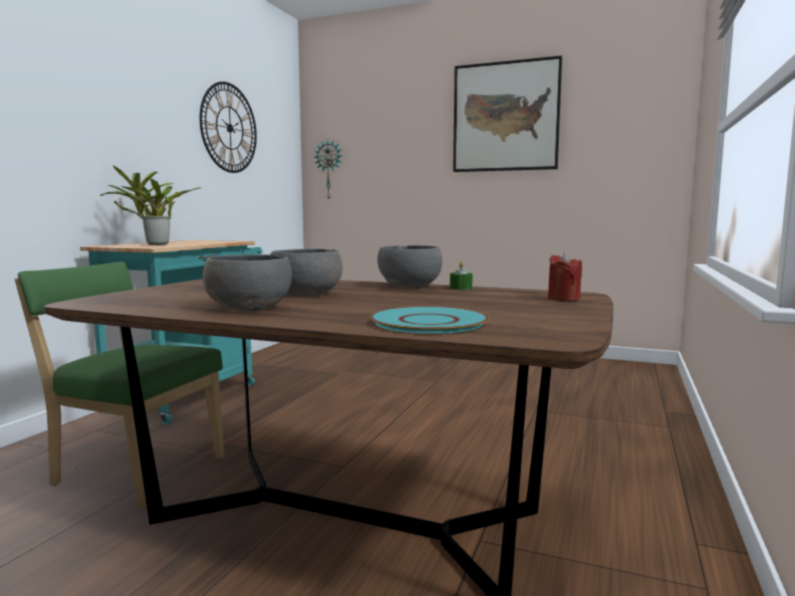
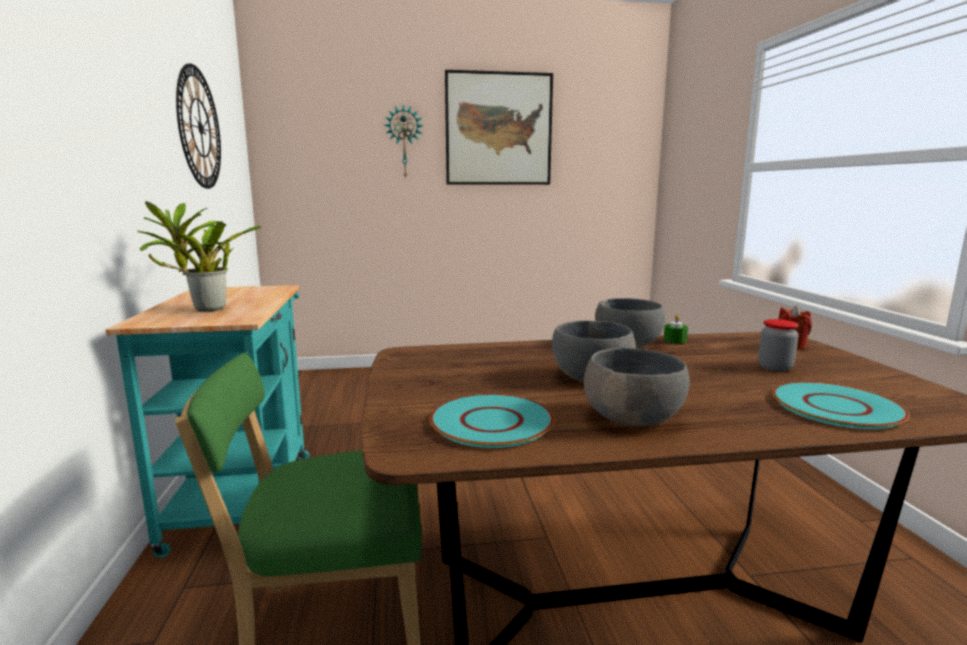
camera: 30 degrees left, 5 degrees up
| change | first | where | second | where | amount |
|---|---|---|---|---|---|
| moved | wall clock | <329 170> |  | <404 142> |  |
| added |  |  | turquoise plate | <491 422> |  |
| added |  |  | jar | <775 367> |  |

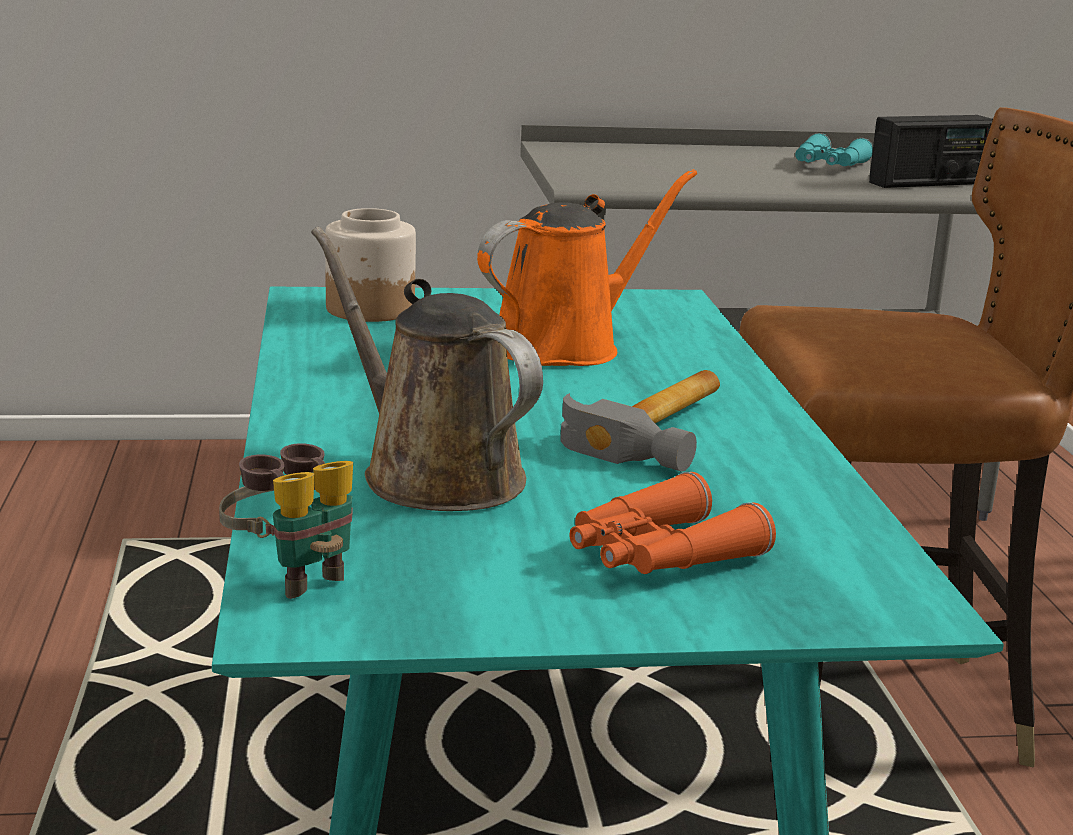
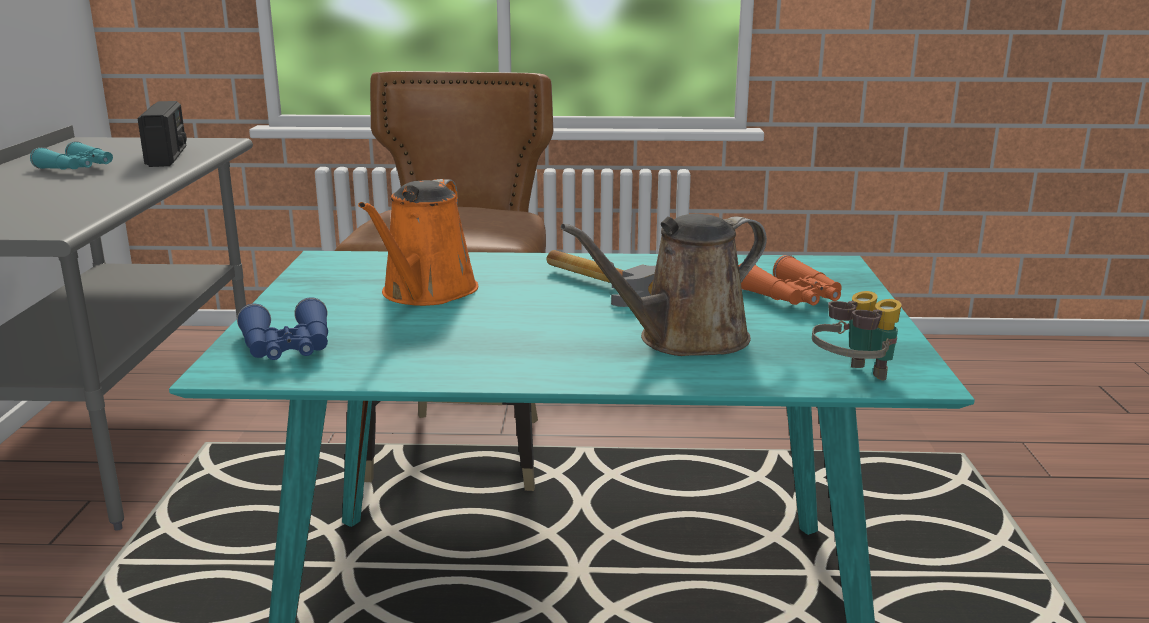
camera: 80 degrees left, 0 degrees up
| change | first | where | second | where | amount |
|---|---|---|---|---|---|
| replaced | jar | <369 309> | blue binoculars | <288 348> |  |
| turned | orange watering can | <565 345> |  | <426 293> | 135 degrees counterclockwise |

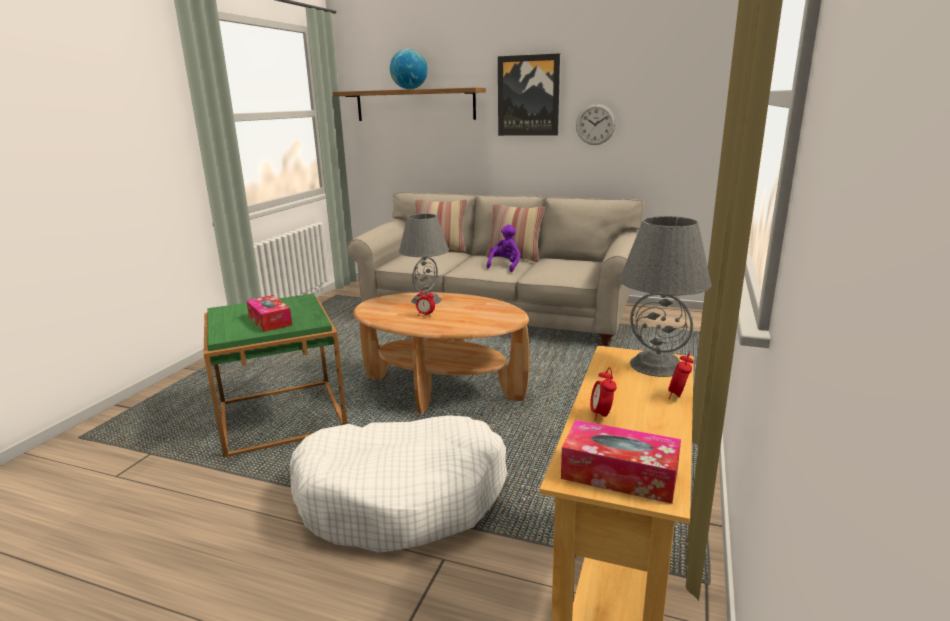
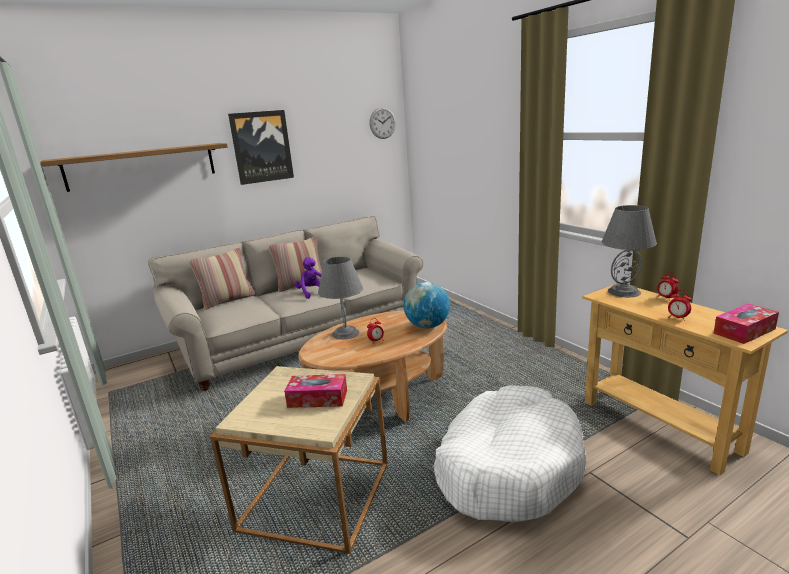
camera: 50 degrees left, 0 degrees up
| change | first | where | second | where | amount |
|---|---|---|---|---|---|
| recoloured | green side table | <281 416> | beige side table | <316 496> |  |
| moved | globe | <409 89> |  | <427 326> |  |
| moved | wall clock | <595 124> |  | <382 123> |  |

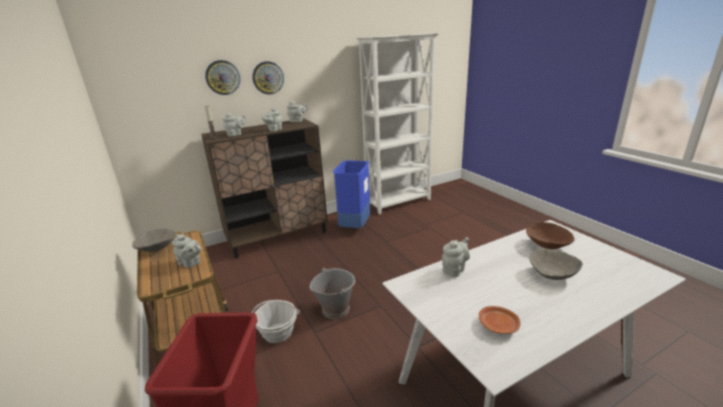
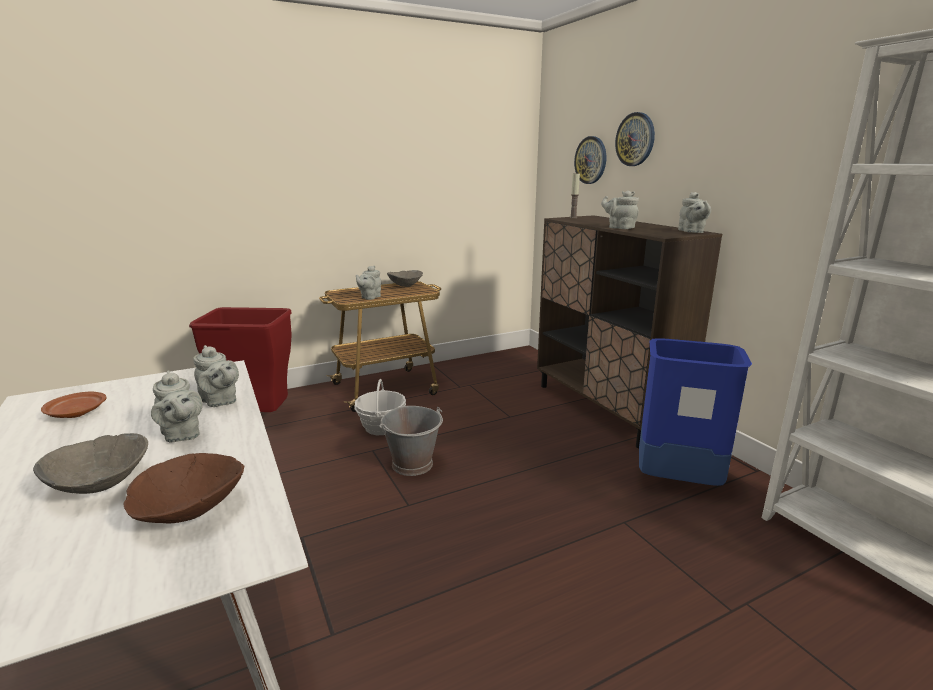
camera: 90 degrees right, 5 degrees down
| change | first | where | second | where | amount |
|---|---|---|---|---|---|
| moved | grey teapot | <236 135> |  | <181 435> |  |
| moved | wall clock | <268 78> |  | <591 160> |  |

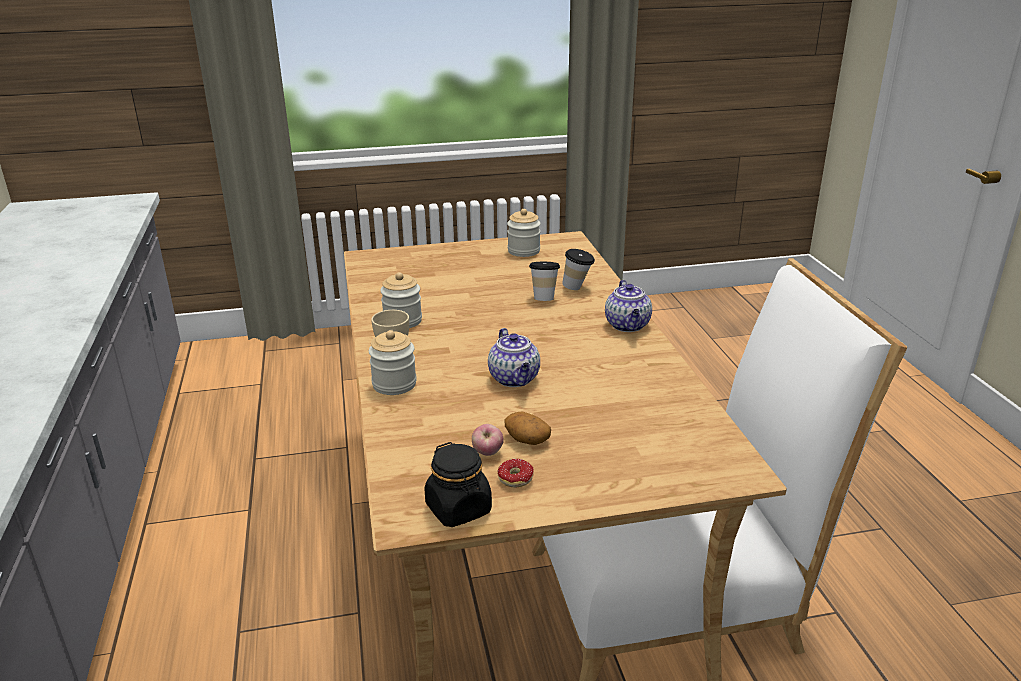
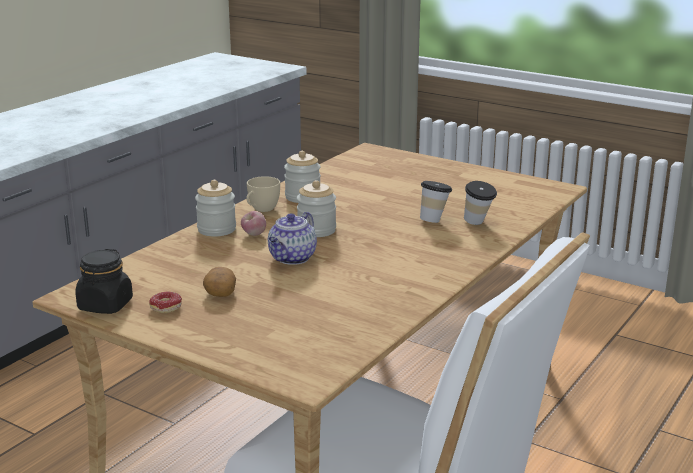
camera: 45 degrees right, 5 degrees down
| change | first | where | second | where | amount |
|---|---|---|---|---|---|
| moved | apple | <487 453> |  | <254 235> |  |
| moved | jar | <523 251> |  | <316 230> |  |
| removed | teapot | <628 326> |  |  |  |

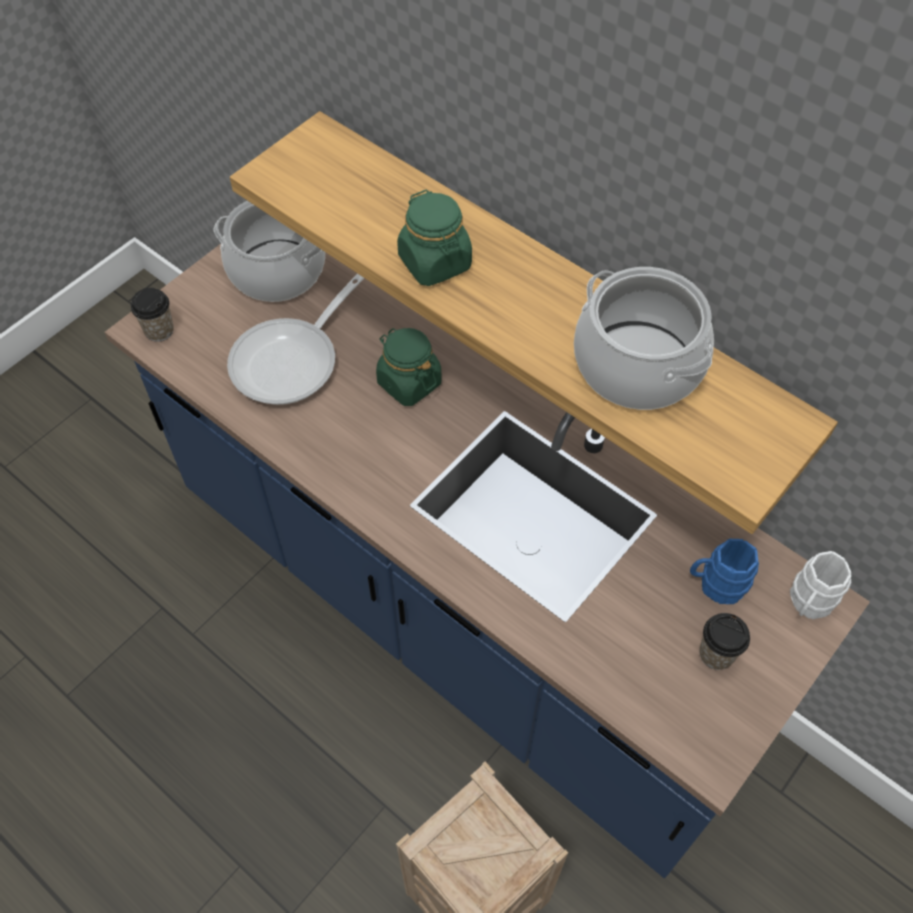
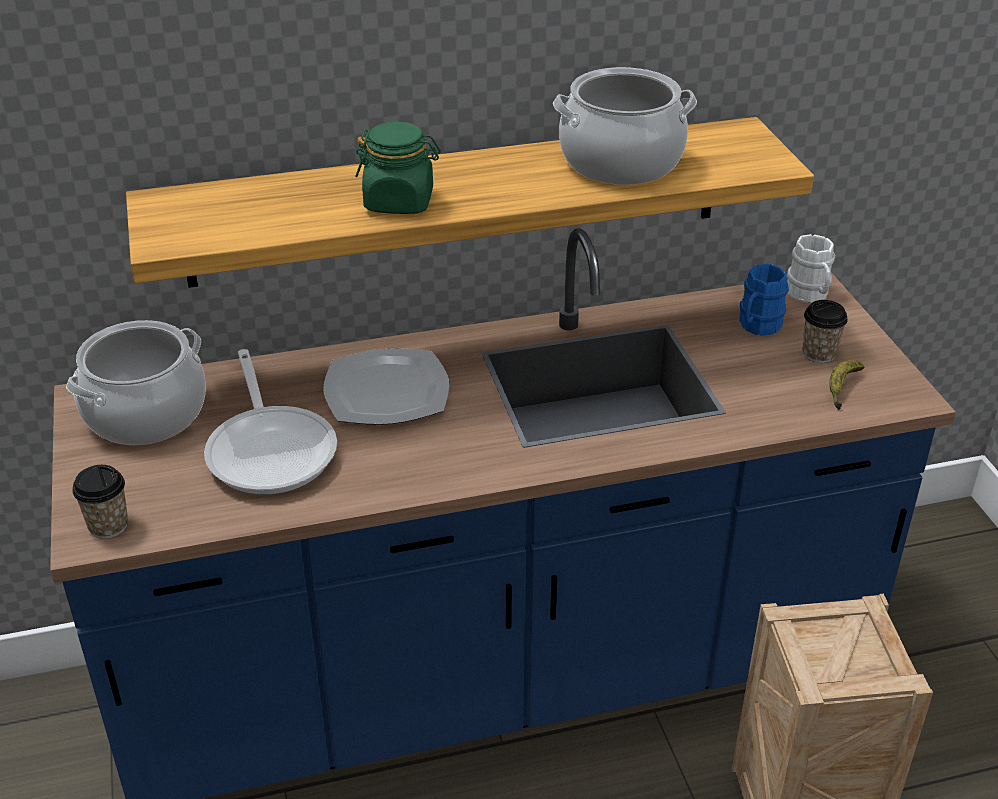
camera: 55 degrees left, 20 degrees down
| change | first | where | second | where | amount |
|---|---|---|---|---|---|
| replaced | green jar | <409 382> | plate | <387 390> |  |
| added |  |  | banana | <842 388> |  |

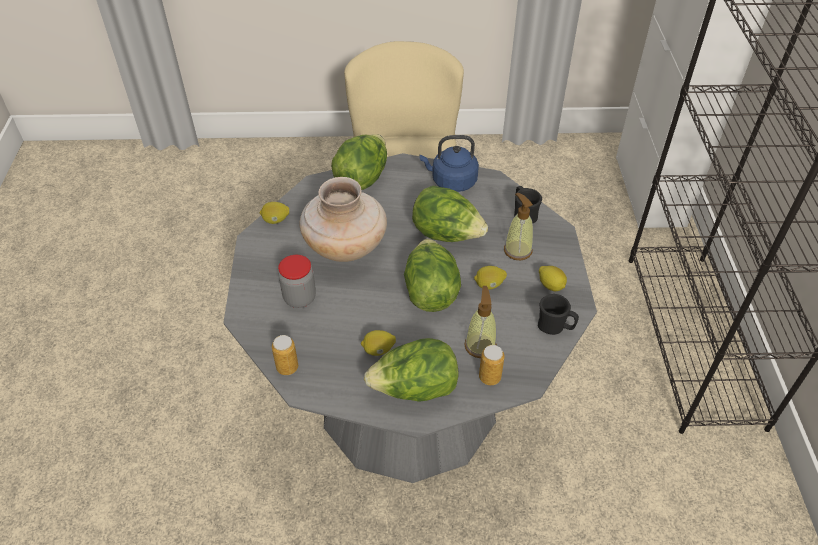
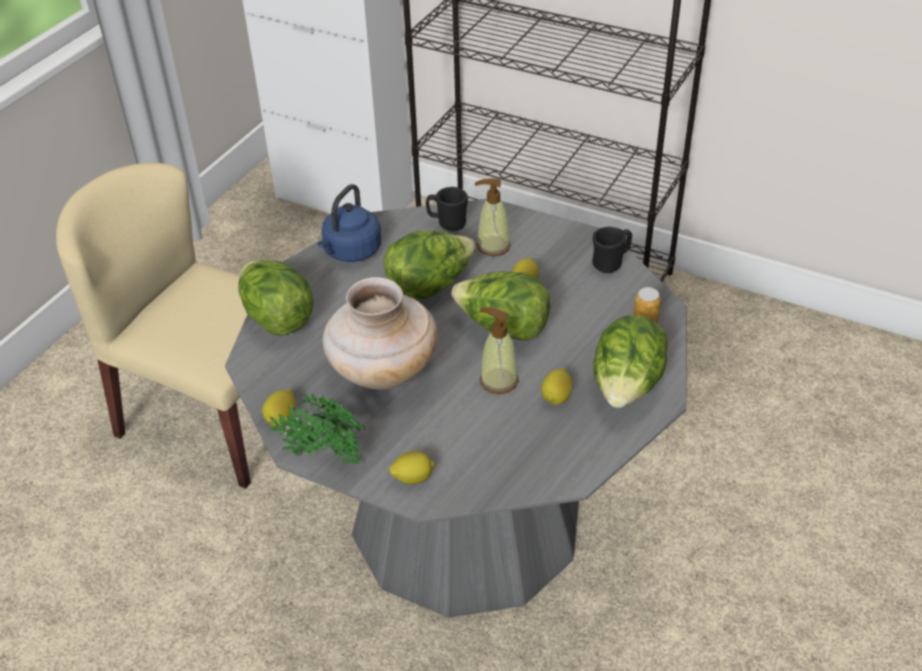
camera: 60 degrees left, 5 degrees down
| change | first | where | second | where | amount |
|---|---|---|---|---|---|
| removed | can | <287 367> |  |  |  |
| removed | jar | <299 298> |  |  |  |
| moved | soap dispenser | <480 345> |  | <498 381> |  |
| moved | lemon | <551 285> |  | <413 478> |  |
| added |  |  | potted plant | <322 455> |  |

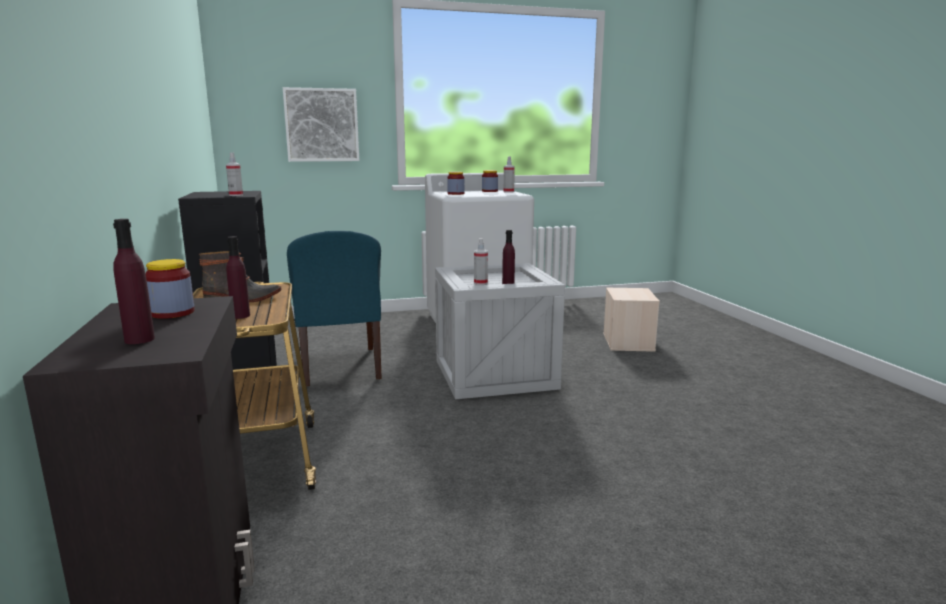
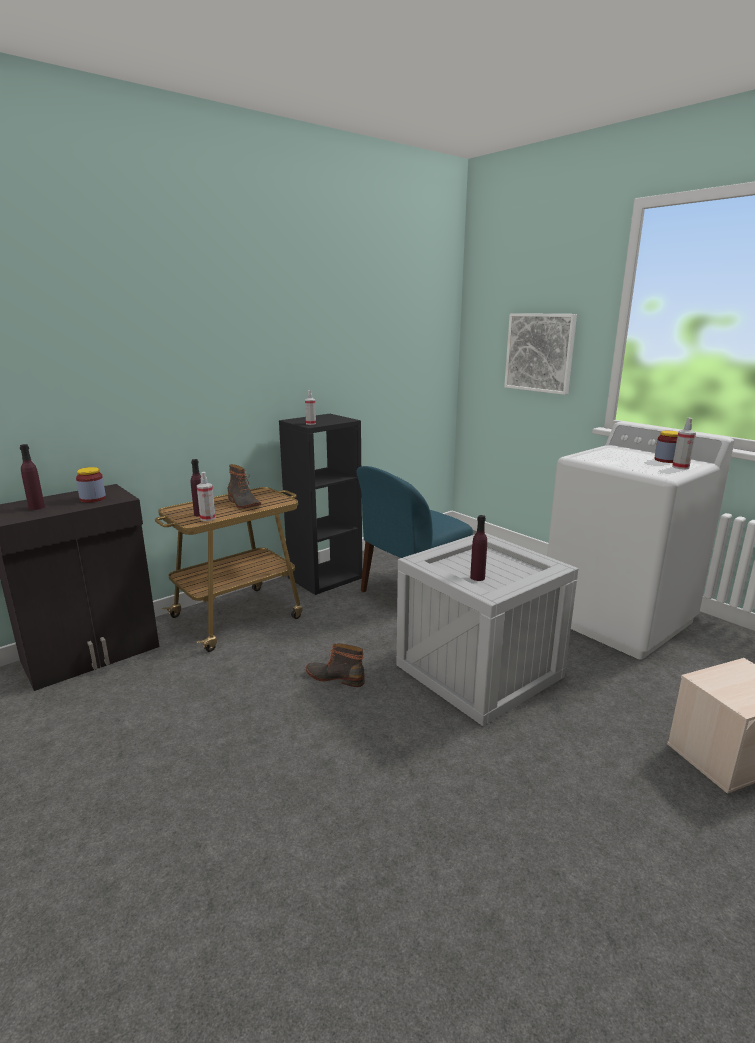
camera: 65 degrees right, 5 degrees up
| change | first | where | second | where | amount |
|---|---|---|---|---|---|
| removed | jar | <456 194> |  |  |  |
| moved | spray bottle | <480 283> |  | <208 518> |  |
| added |  |  | boot | <335 677> |  |

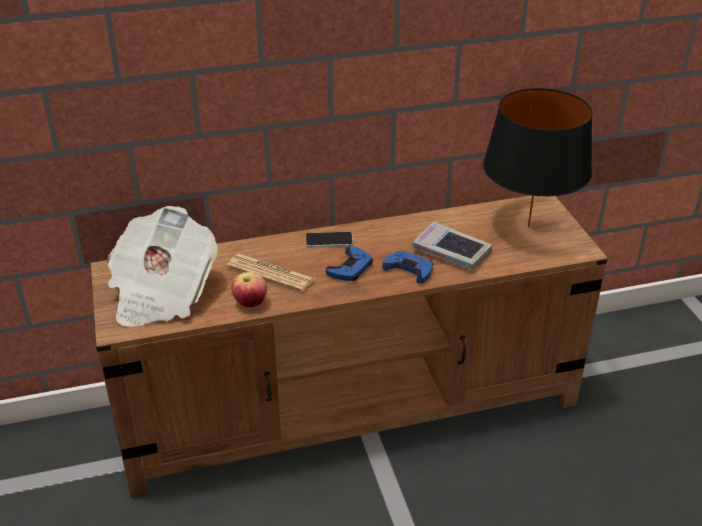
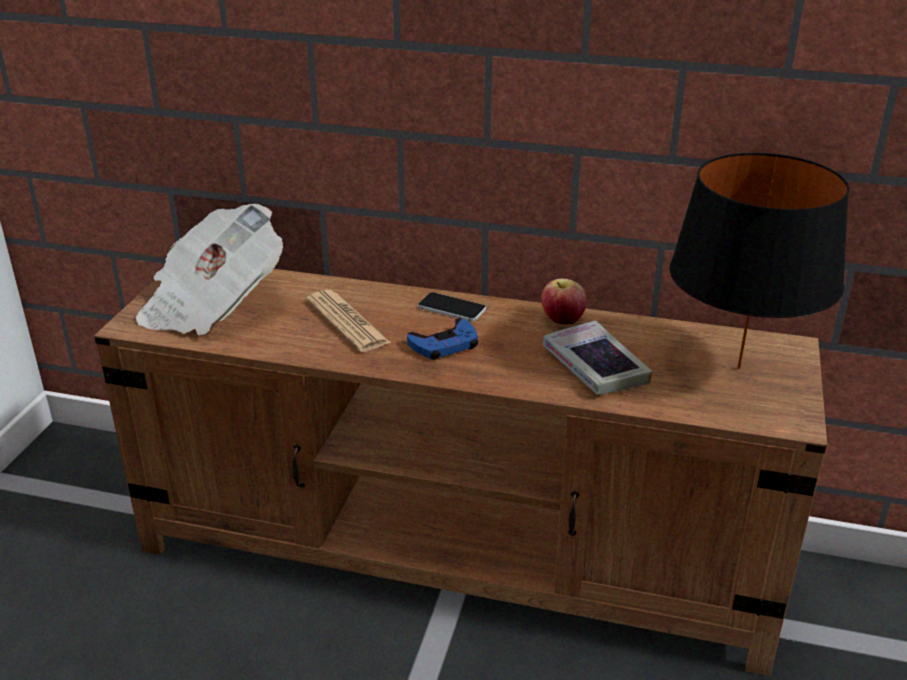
camera: 30 degrees right, 5 degrees down
| change | first | where | second | where | amount |
|---|---|---|---|---|---|
| moved | apple | <250 303> |  | <562 320> |  |
| removed | blue game controller | <409 269> |  |  |  |

